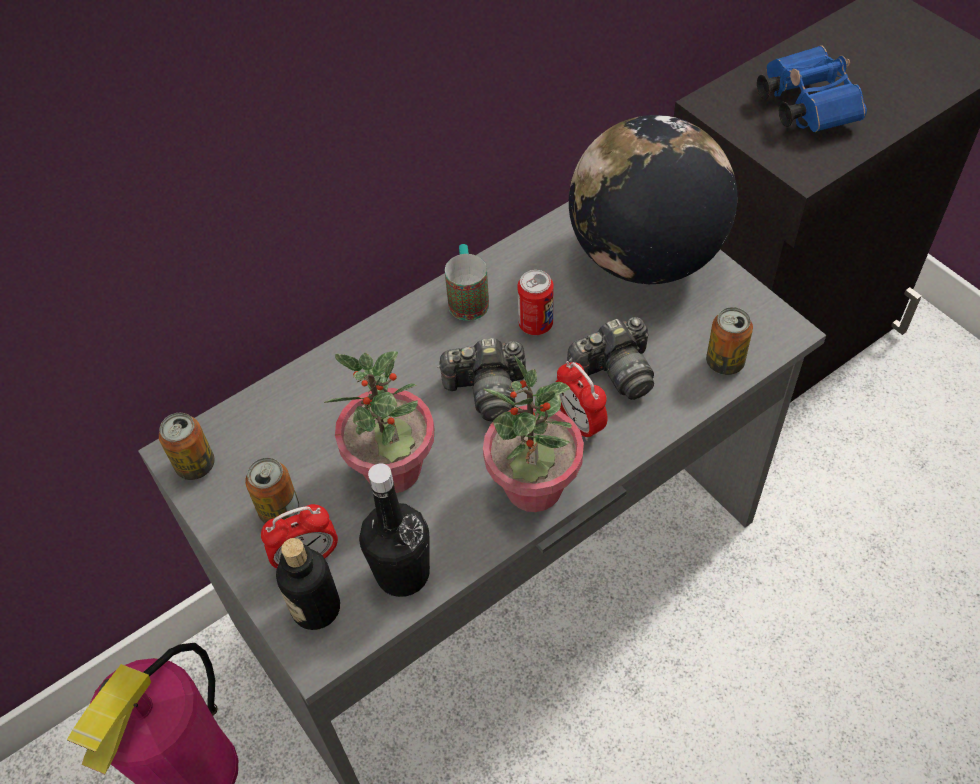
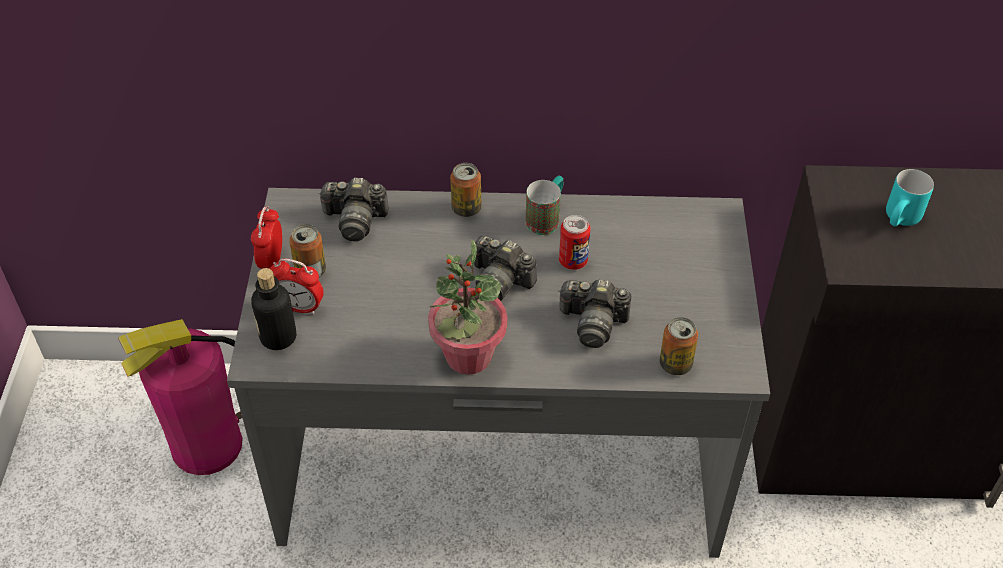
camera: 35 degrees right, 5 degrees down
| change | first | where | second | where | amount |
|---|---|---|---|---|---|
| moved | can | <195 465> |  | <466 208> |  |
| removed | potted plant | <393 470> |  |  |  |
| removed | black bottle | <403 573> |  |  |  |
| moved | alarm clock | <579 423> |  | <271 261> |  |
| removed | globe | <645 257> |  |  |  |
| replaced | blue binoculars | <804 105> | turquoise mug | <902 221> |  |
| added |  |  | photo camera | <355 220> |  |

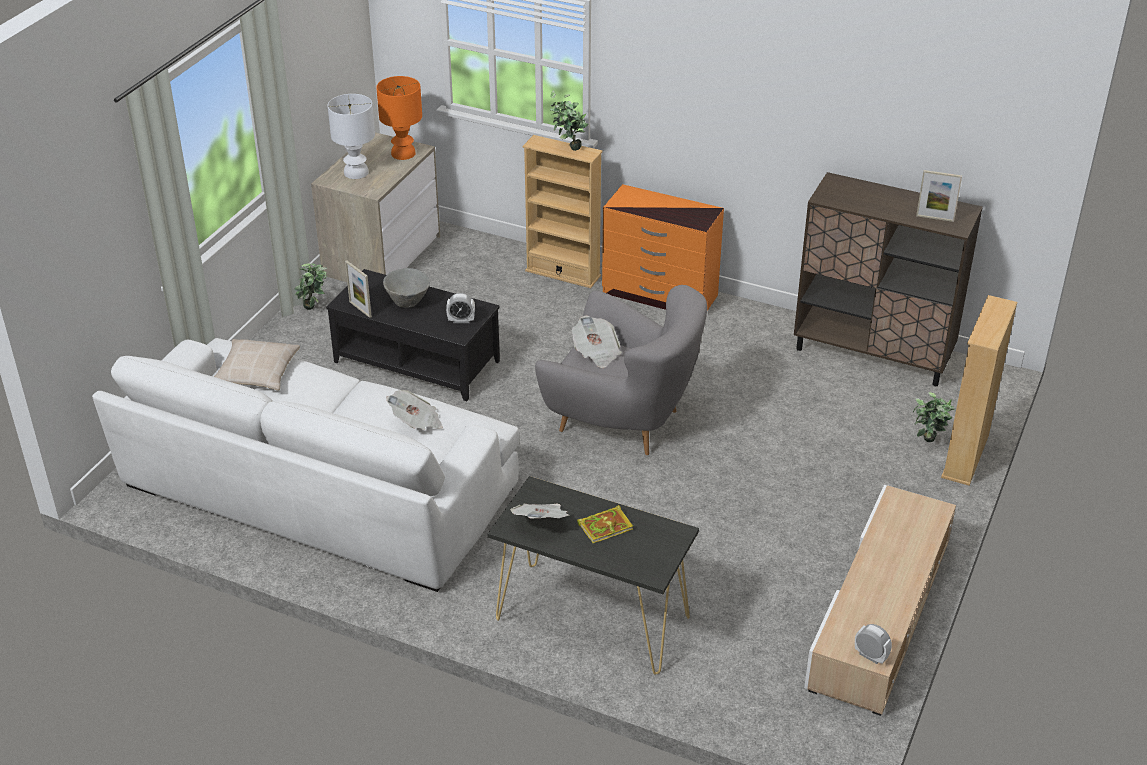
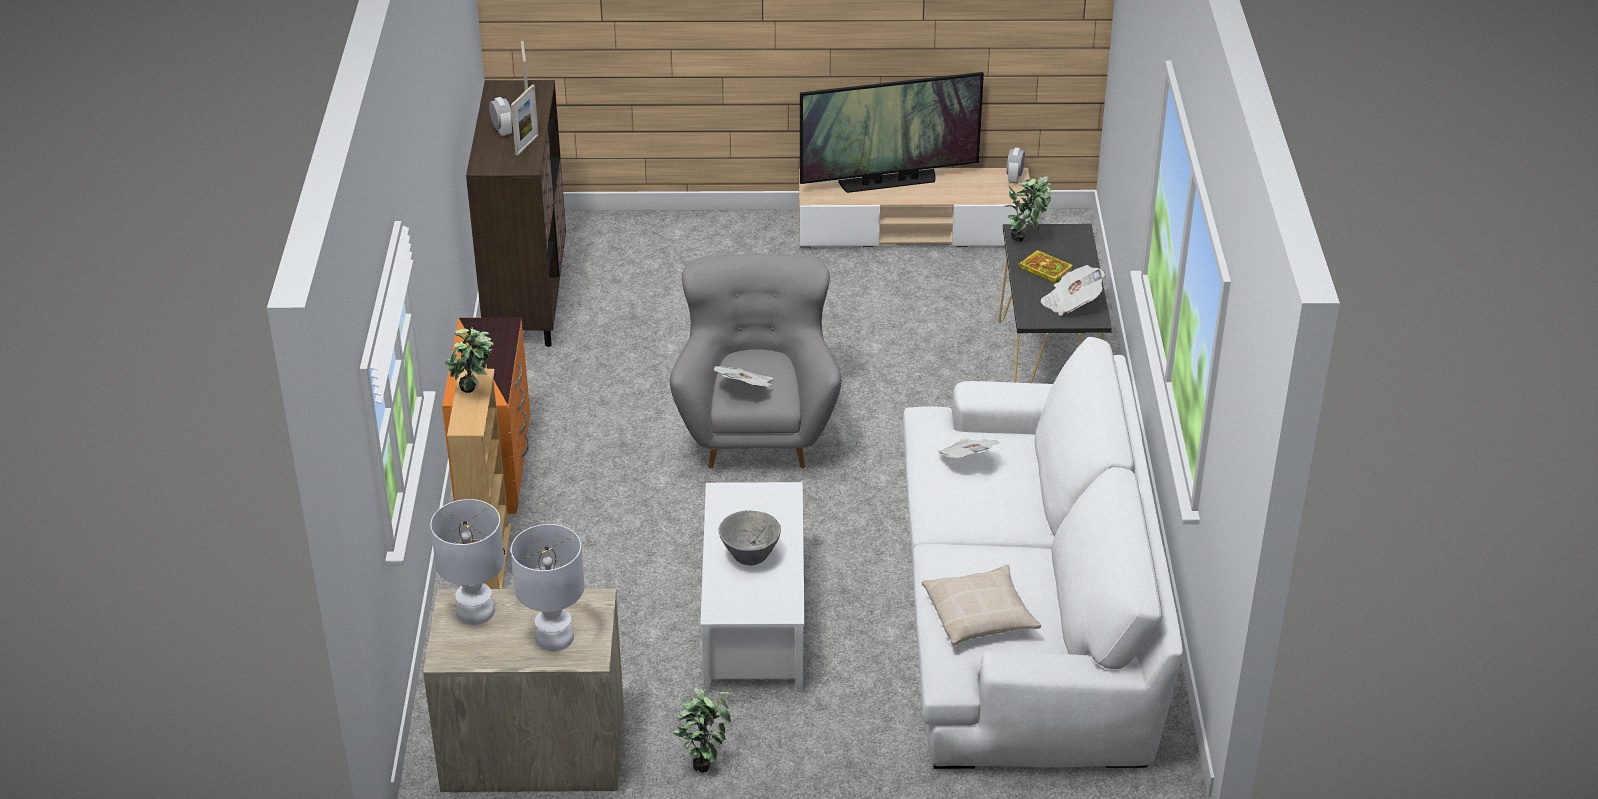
camera: 115 degrees left, 0 degrees up
| change | first | where | second | where | amount |
|---|---|---|---|---|---|
| recoloured | black coffee table | <416 362> | white coffee table | <756 619> |  |
| moved | picture frame | <360 309> |  | <527 145> |  |
| recoloured | orange table lamp | <403 154> | white table lamp | <476 611> |  |
| moved | alarm clock | <461 320> |  | <502 131> |  |
| moved | potted plant | <928 444> |  | <1026 238> |  |
| removed | beige bookcase | <965 456> |  |  |  |
| added |  |  | television | <888 182> |  |

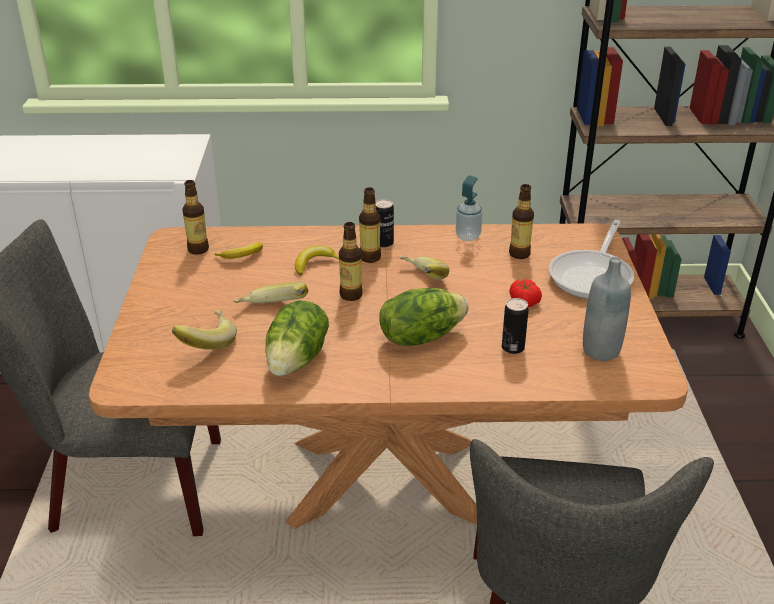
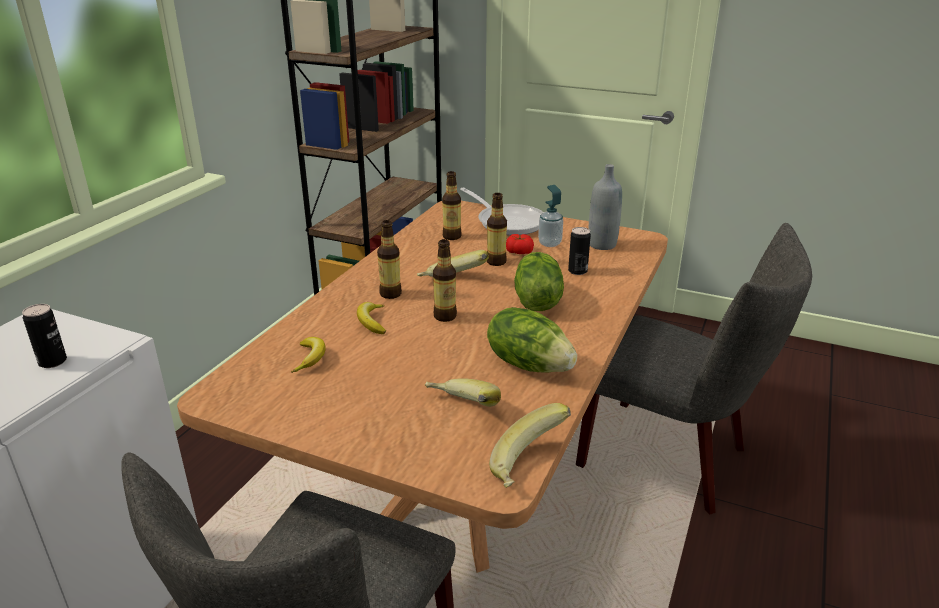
camera: 65 degrees left, 5 degrees down
| change | first | where | second | where | amount |
|---|---|---|---|---|---|
| moved | bottle | <198 249> |  | <496 262> |  |
| moved | banana | <271 312> |  | <530 467> |  |
| moved | can | <383 243> |  | <53 362> |  |
| moved | soap dispenser | <468 236> |  | <549 243> |  |

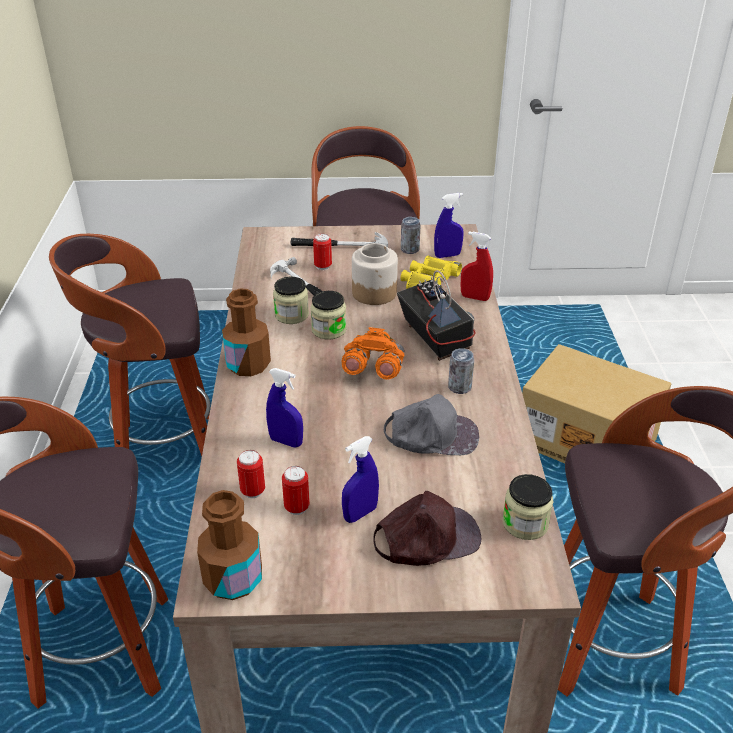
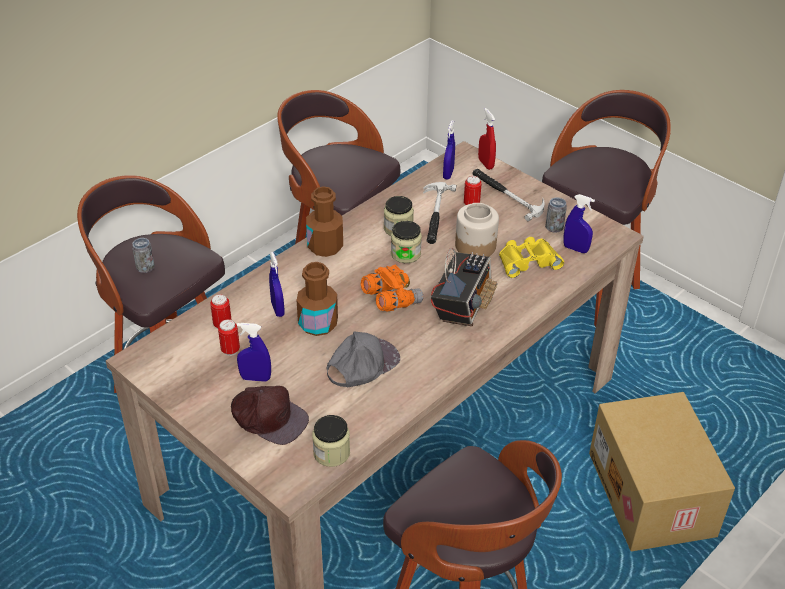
camera: 45 degrees right, 5 degrees up
| change | first | where | second | where | amount |
|---|---|---|---|---|---|
| moved | brown bottle | <233 579> |  | <318 324> |  |
| turned | grey cap | <431 434> |  | <362 364> | 90 degrees counterclockwise |
| moved | can | <459 387> |  | <145 267> |  |
| moved | red spray bottle | <475 297> |  | <485 164> |  |
| added |  |  | blue spray bottle | <448 174> |  |

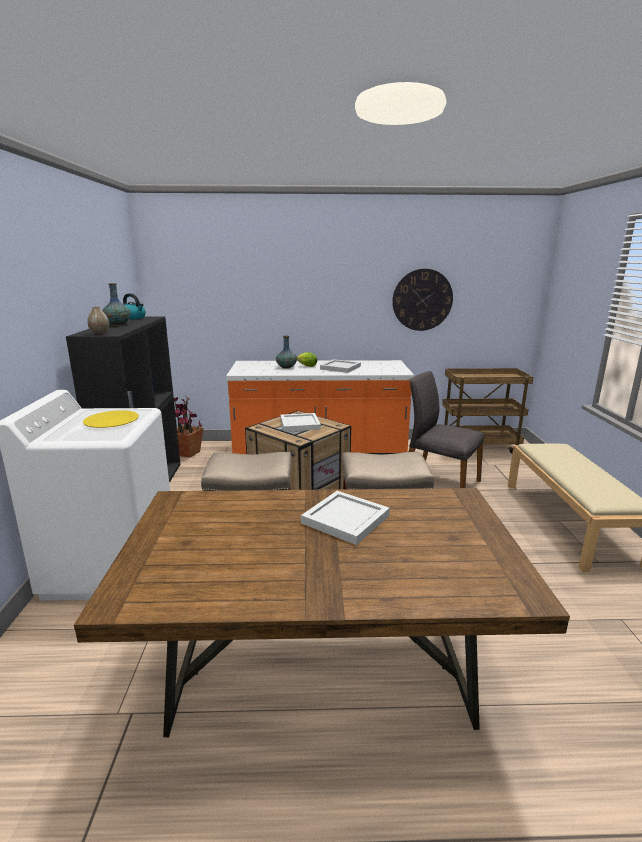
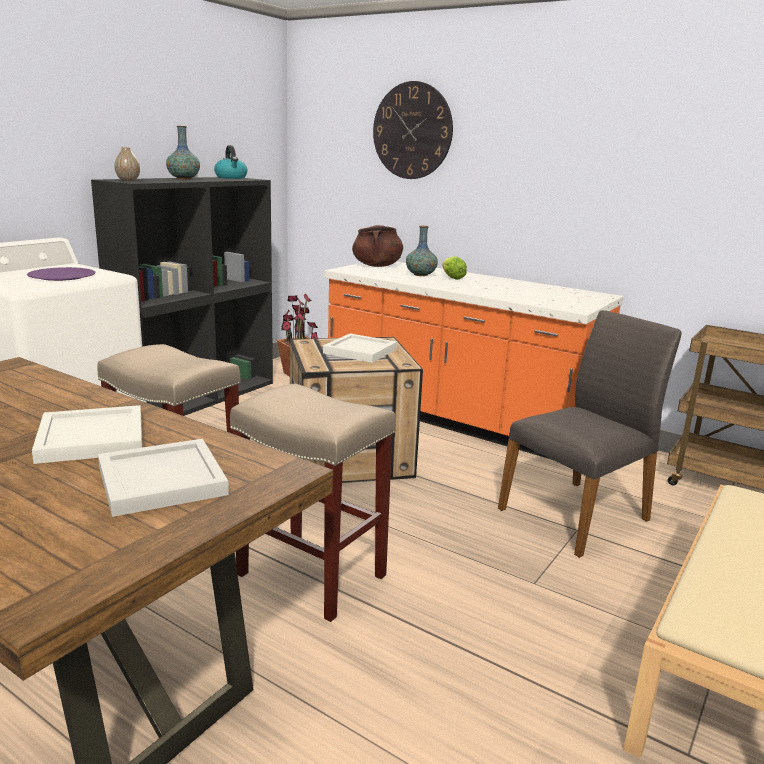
camera: 35 degrees right, 0 degrees up
| change | first | where | second | where | amount |
|---|---|---|---|---|---|
| recoloured | yellow plate | <111 421> | purple plate | <61 276> |  |
| moved | white tray | <340 367> |  | <163 479> |  |
| moved | wall clock | <422 300> |  | <412 131> |  |
| turned | grey chair | <440 483> |  | <576 514> | 75 degrees clockwise |
| added |  |  | brown cooking pot | <377 266> |  |

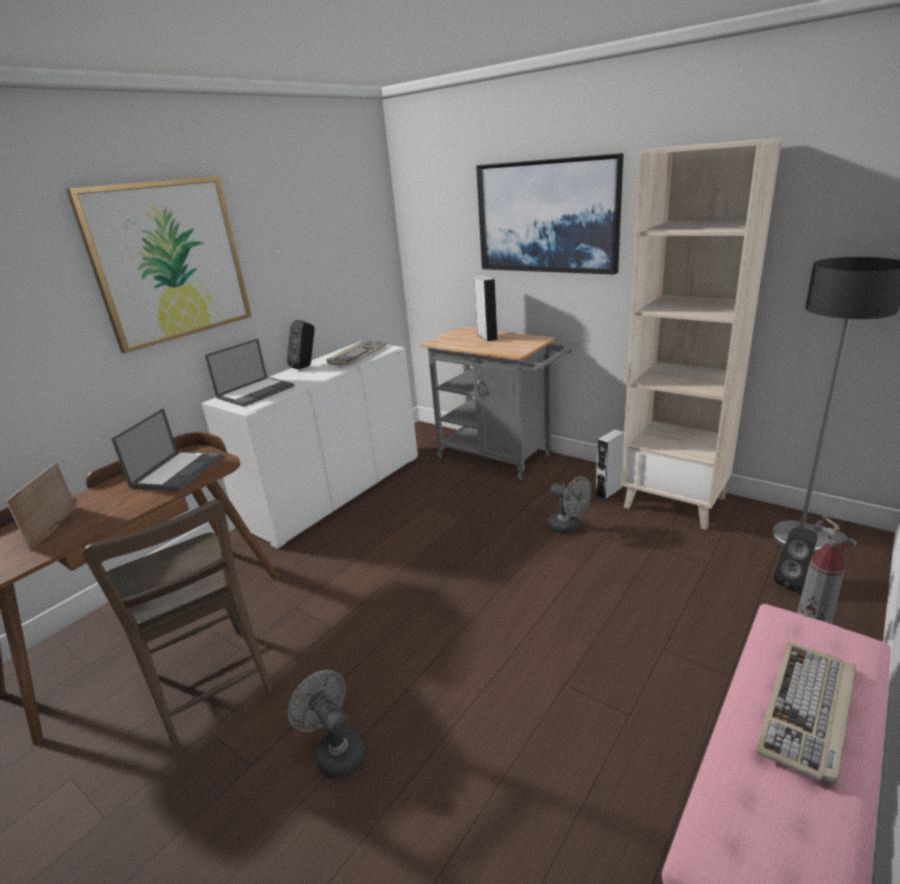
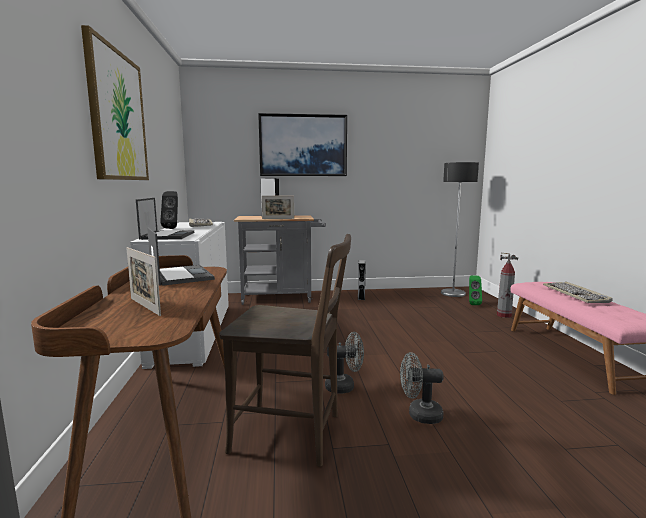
camera: 45 degrees left, 15 degrees down
| change | first | where | second | where | amount |
|---|---|---|---|---|---|
| moved | grey fan | <568 527> |  | <345 386> |  |
| removed | beige bookcase | <675 502> |  |  |  |
| recoloured | black speaker | <793 581> | green speaker | <472 304> |  |
| added |  |  | picture frame | <278 218> |  |

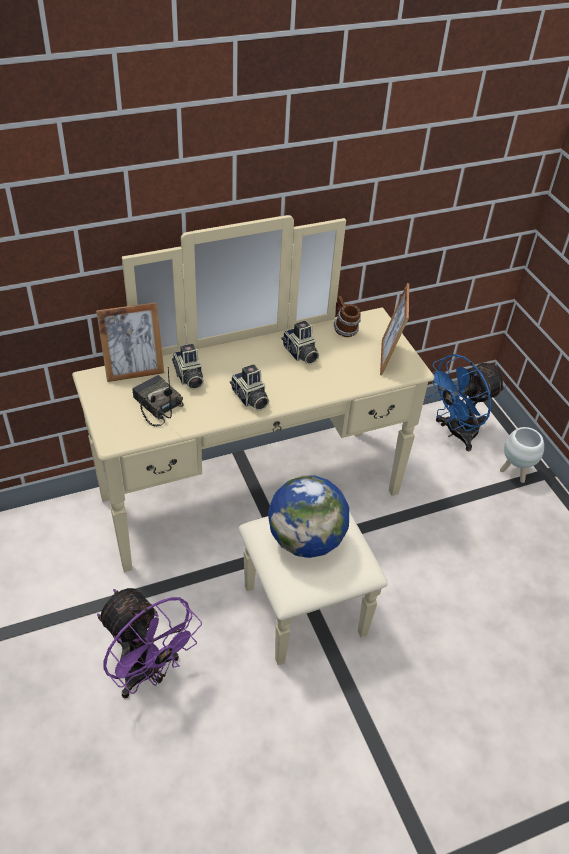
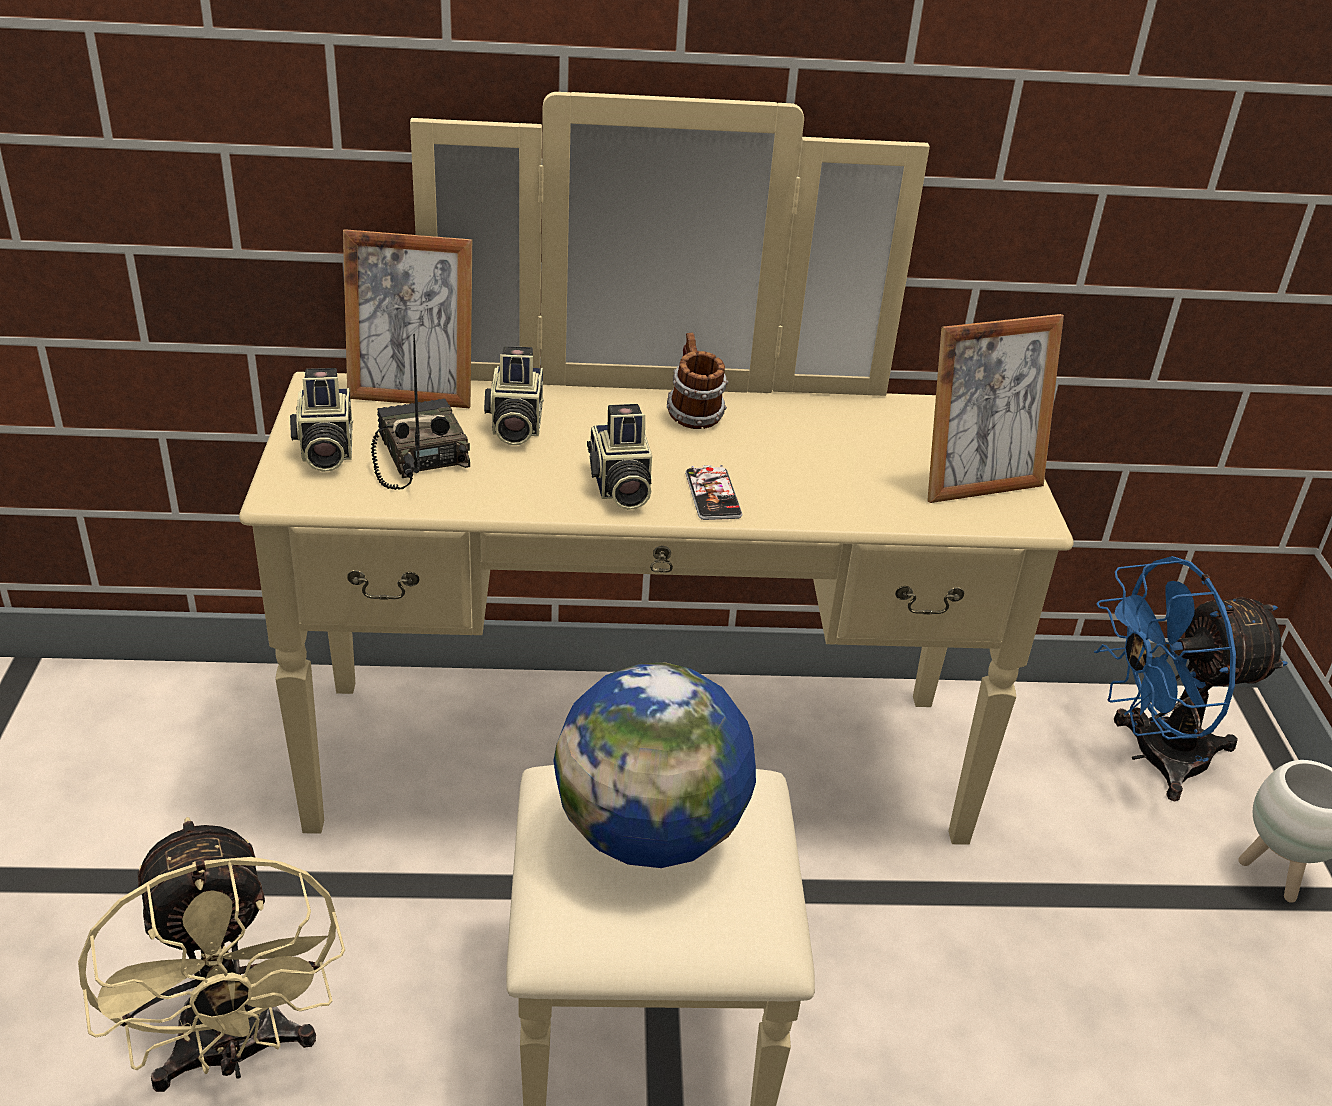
camera: 20 degrees right, 10 degrees down
| change | first | where | second | where | amount |
|---|---|---|---|---|---|
| recoloured | purple fan | <148 673> | beige fan | <234 1053> |  |
| moved | photo camera | <300 354> |  | <324 450> |  |
| moved | mug | <344 330> |  | <693 415> |  |
| turned | picture frame | <389 358> |  | <977 484> | 135 degrees counterclockwise |
| added |  |  | phone | <713 495> |  |

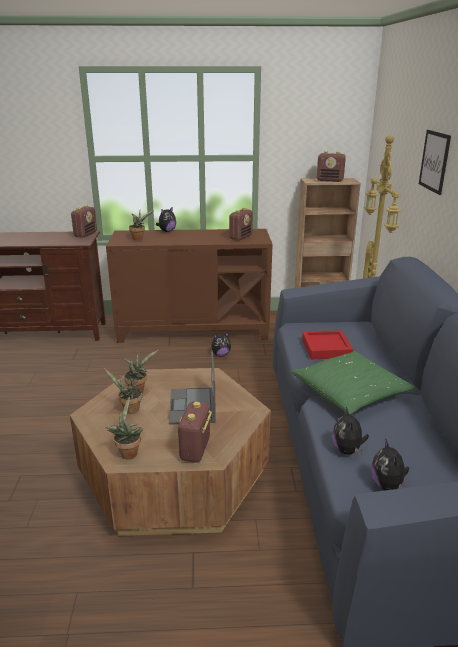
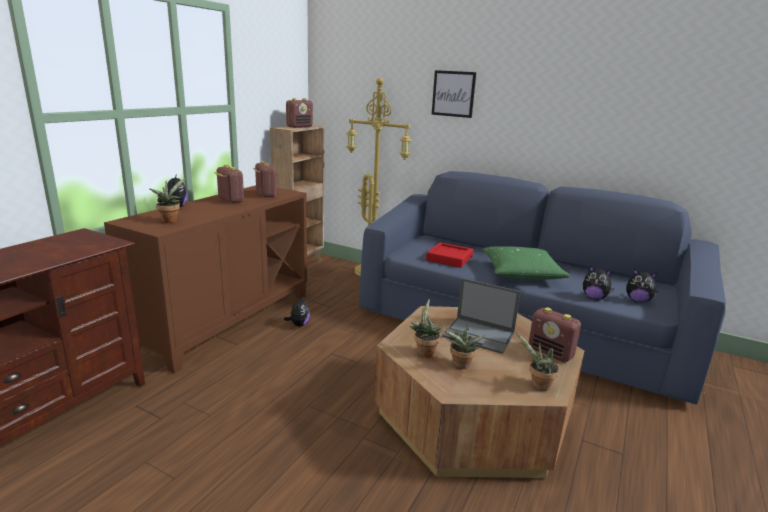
camera: 60 degrees left, 5 degrees down
| change | first | where | second | where | amount |
|---|---|---|---|---|---|
| moved | radio | <85 234> |  | <230 200> |  |

